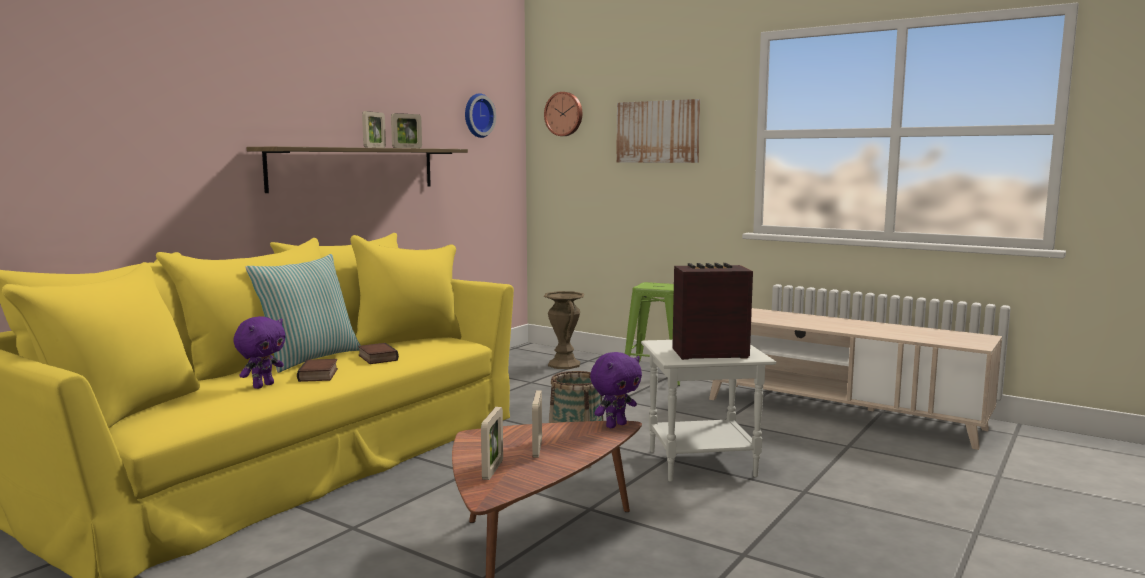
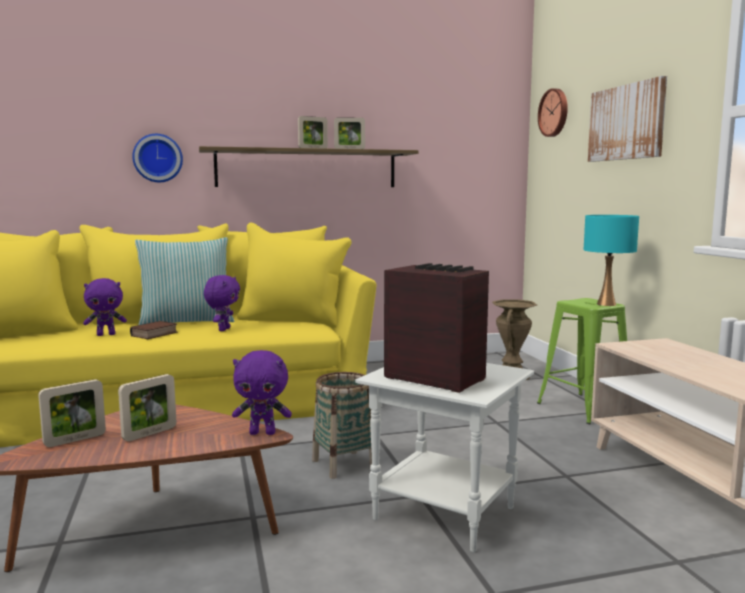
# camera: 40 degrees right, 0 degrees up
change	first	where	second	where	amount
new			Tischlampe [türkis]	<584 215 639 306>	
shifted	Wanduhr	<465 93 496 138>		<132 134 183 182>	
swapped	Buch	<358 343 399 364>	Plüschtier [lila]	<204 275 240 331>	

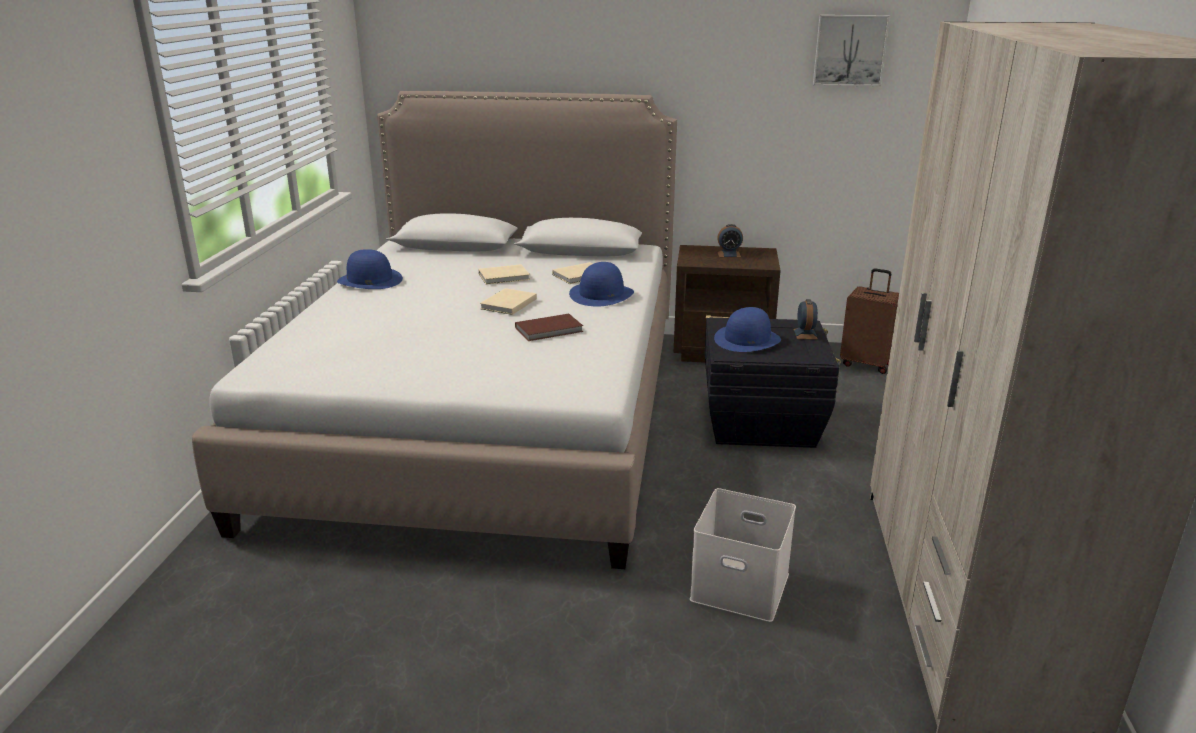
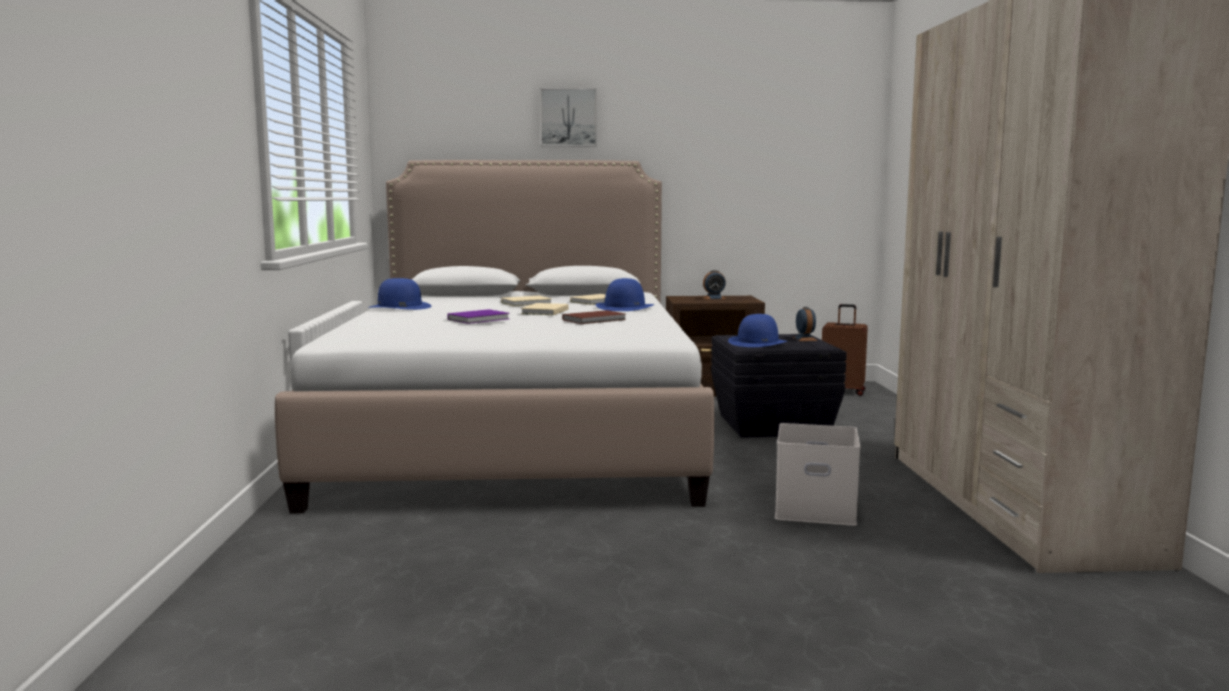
# camera: 10 degrees left, 15 degrees down
change	first	where	second	where	amount
new			Buch [lila]	<447 309 510 324>	
shifted	Bild	<813 15 890 87>		<540 88 597 146>	

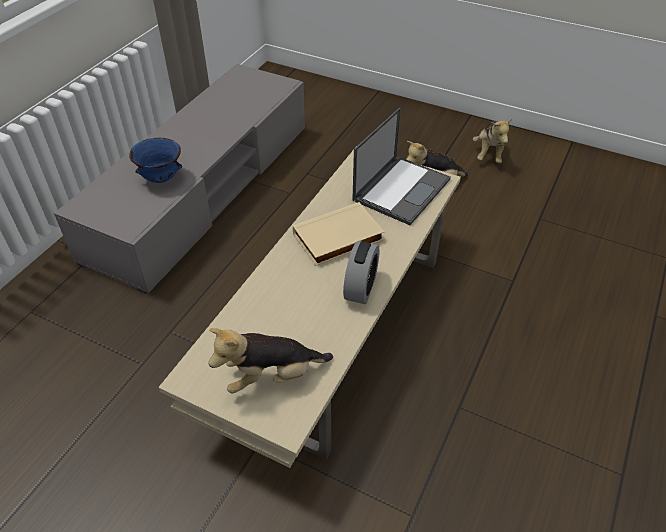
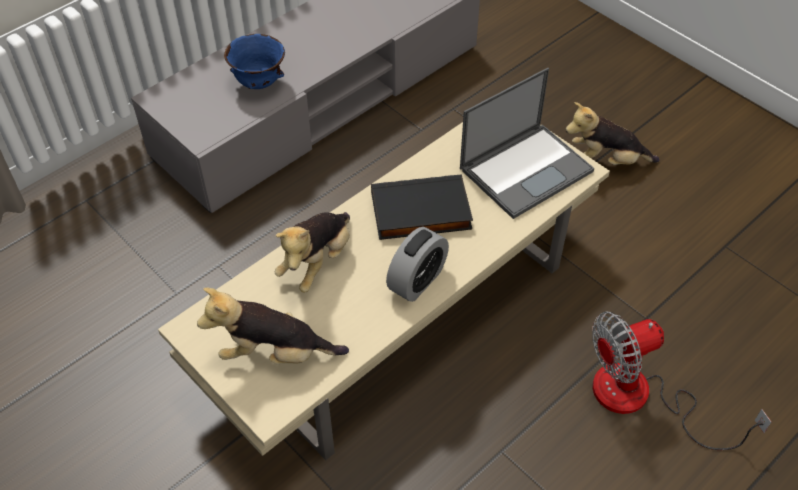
# camera: 20 degrees right, 5 degrees up
change	first	where	second	where	amount
new			Ventilator	<592 312 771 450>	
shifted	Plüschtier	<473 118 512 164>		<275 212 350 293>	
repainted	Buch [beige]	<293 202 384 266>	Buch [schwarz]	<371 174 473 240>	

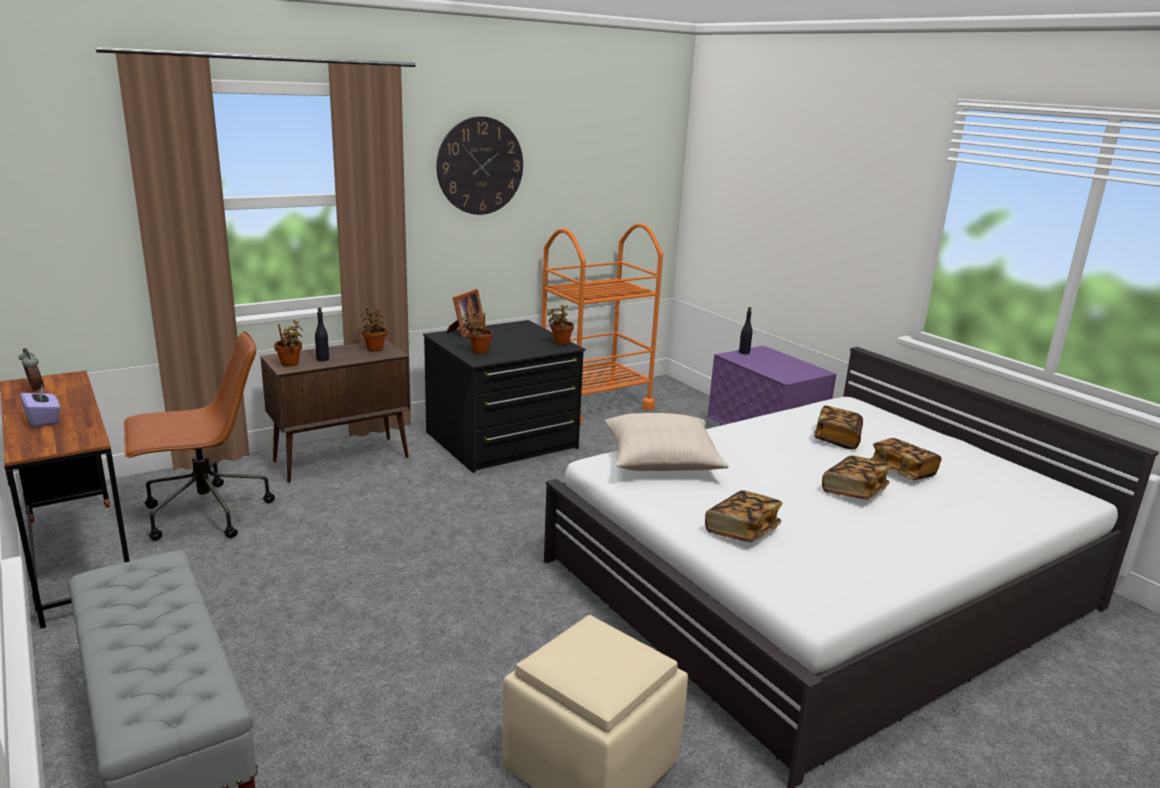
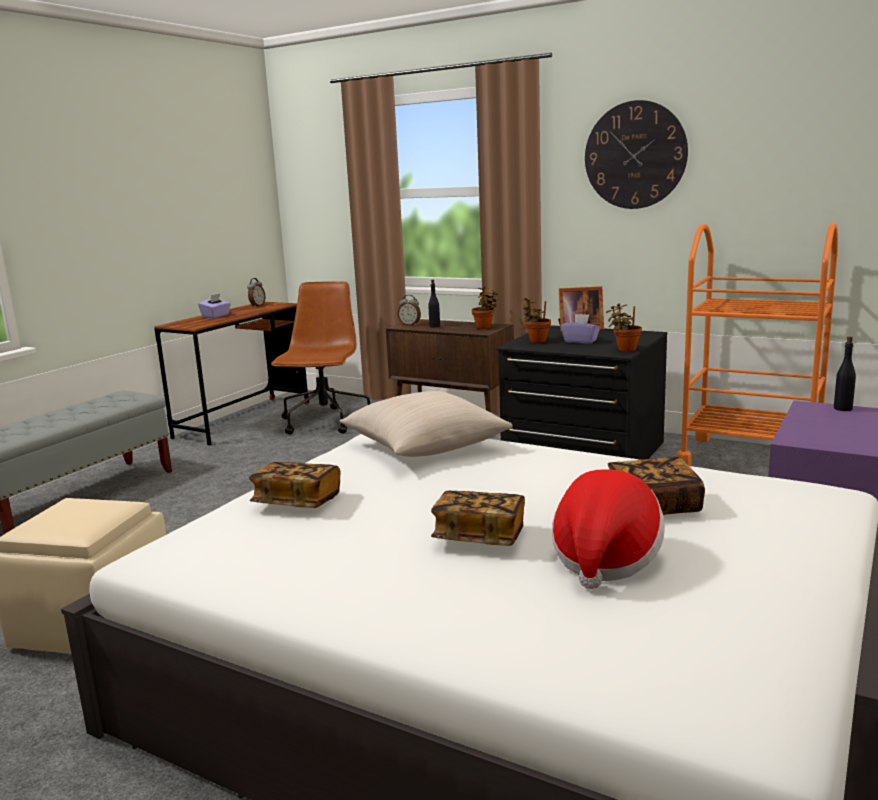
# camera: 65 degrees right, 5 degrees down
change	first	where	second	where	amount
new			Taschentuchbox [lila]	<561 314 600 344>	
swapped	Topfpflanze	<274 320 303 366>	Wecker	<398 295 421 326>	
swapped	Buch	<870 438 941 480>	Hut	<552 469 665 589>	
rotated	Bürostuhl [braun]	<124 331 275 541>		<271 281 370 434>	120 degrees counterclockwise

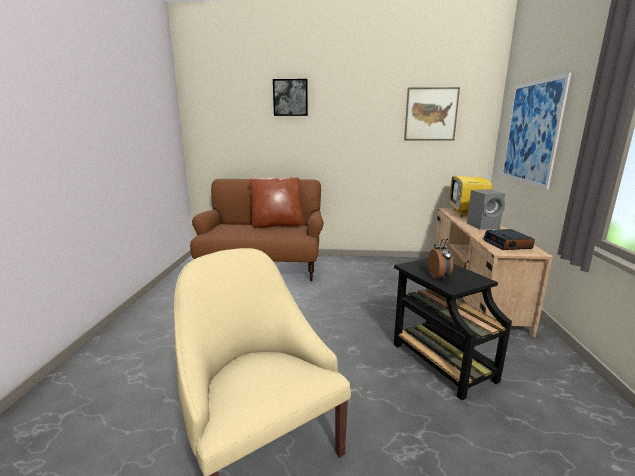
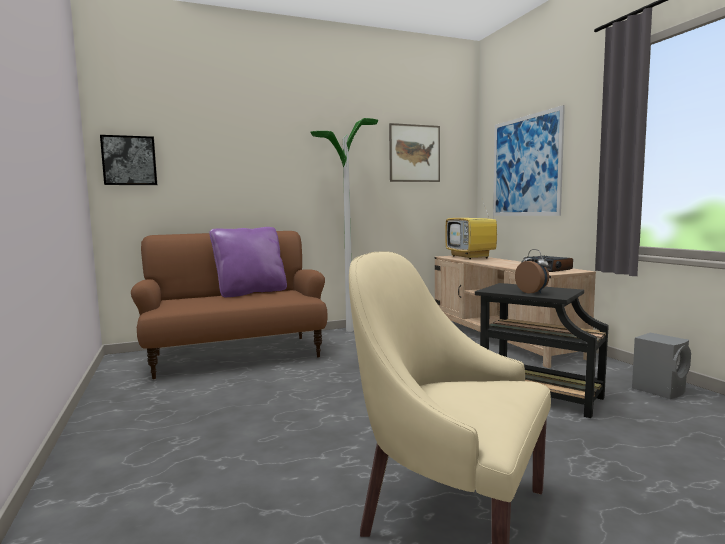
# camera: 25 degrees left, 10 degrees down
change	first	where	second	where	amount
new			Stehlampe	<310 118 378 332>	
shifted	Bild	<273 79 308 116>		<100 135 157 185>	
shifted	Lautsprecher [grau]	<467 190 505 230>		<632 333 691 399>	
repainted	Kissen [braun]	<249 177 303 228>	Kissen [lila]	<209 227 287 298>	

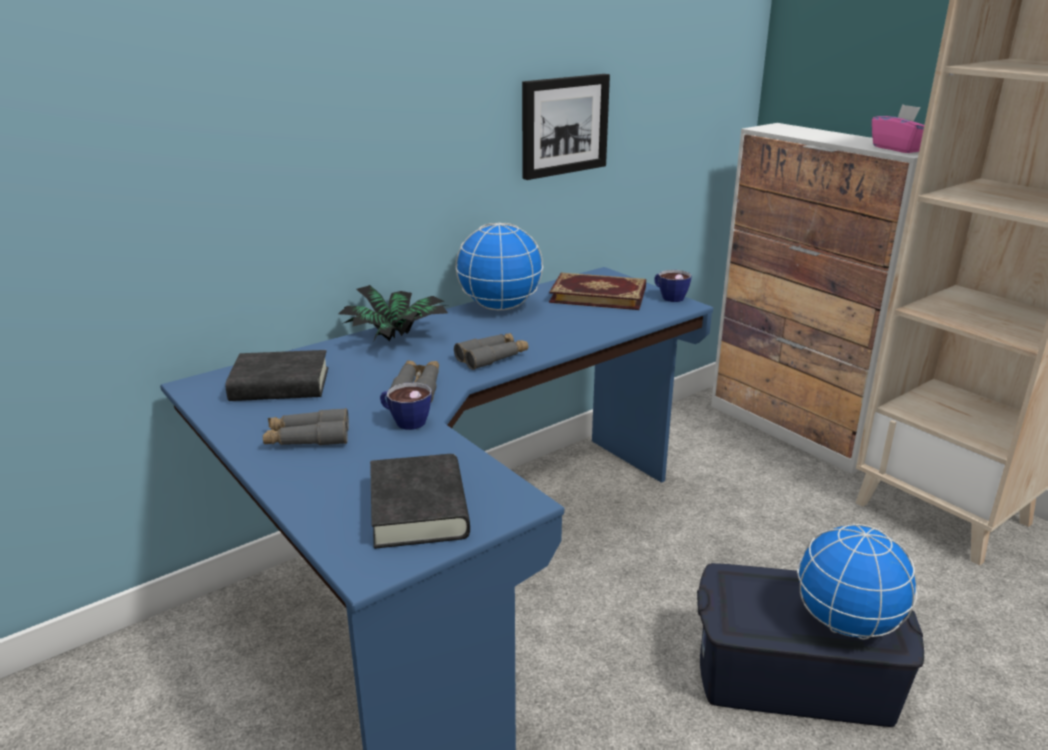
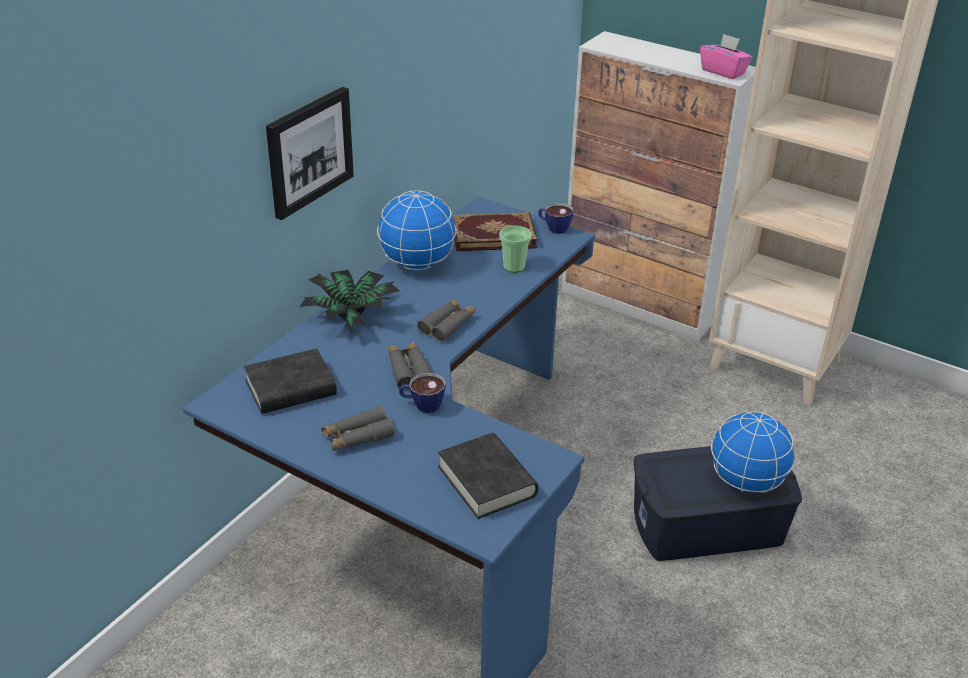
# camera: 20 degrees left, 10 degrees up
change	first	where	second	where	amount
new			Tasse	<499 226 532 273>	
shifted	Bild	<522 74 610 180>		<266 87 354 220>	

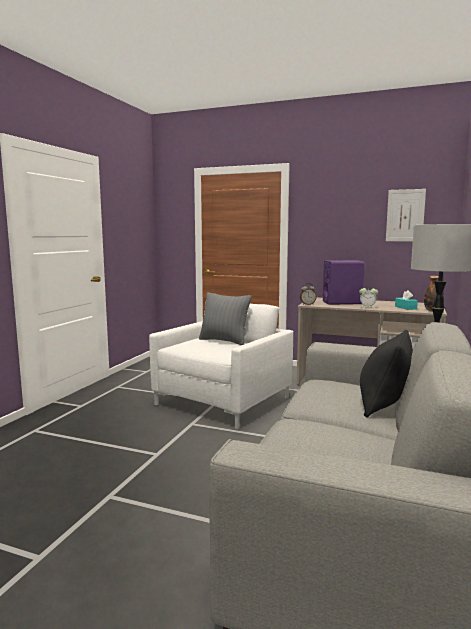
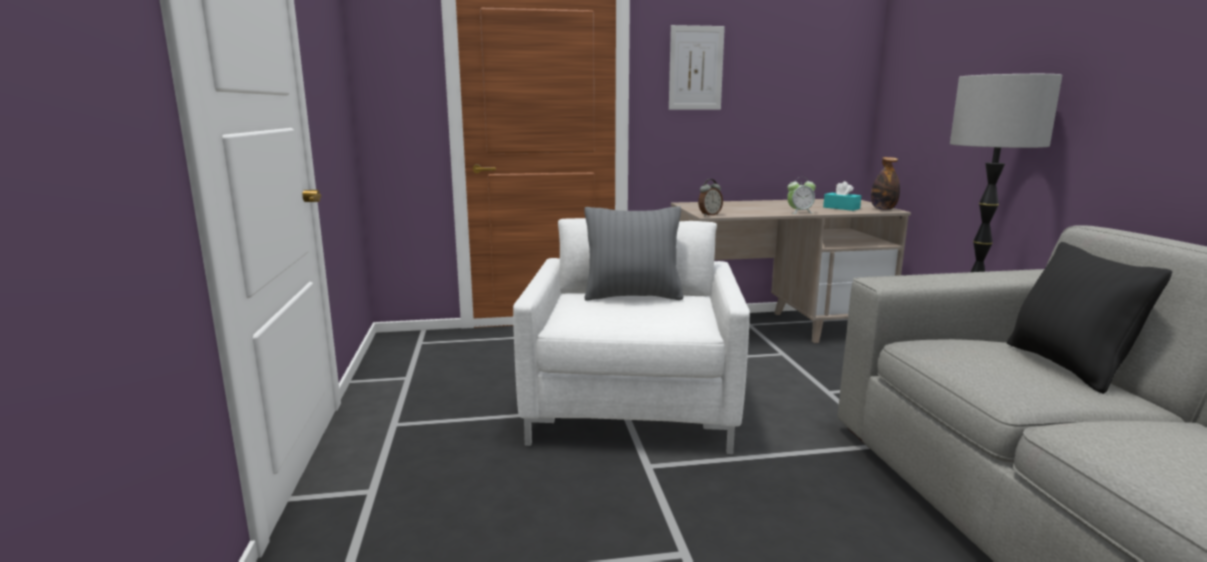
# camera: 30 degrees left, 5 degrees up
change	first	where	second	where	amount
gone	Lautsprecher [lila]	<323 260 365 305>			
shifted	Bild	<386 189 426 241>		<669 25 725 110>	

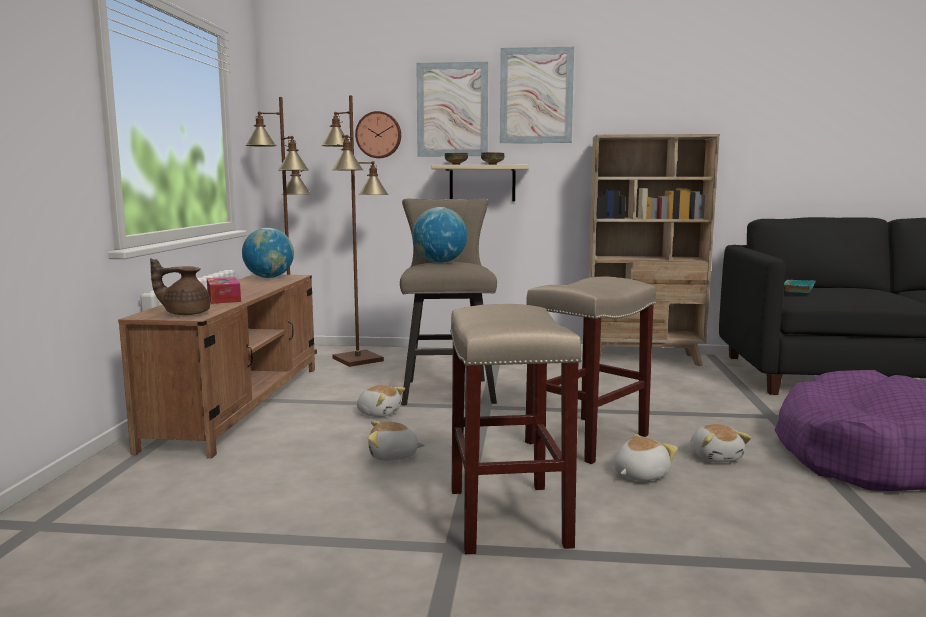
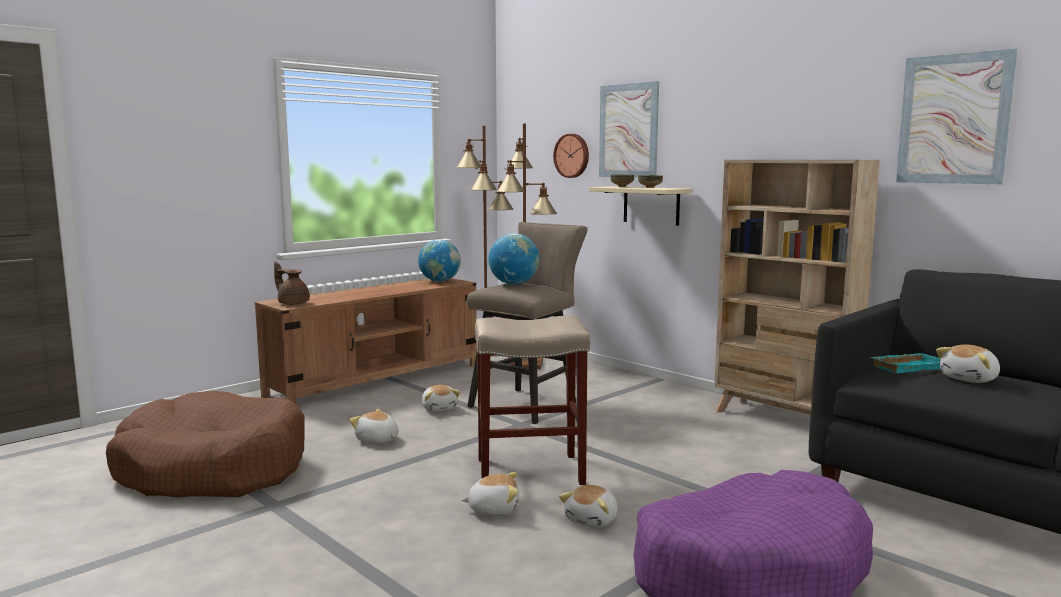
# camera: 40 degrees right, 0 degrees up
change	first	where	second	where	amount
gone	Taschentuchbox	<207 277 241 304>			
gone	Hocker [beige]	<450 304 582 554>			
new			Hundebett [braun]	<106 391 305 498>	
new			Plüschtier	<936 345 1000 383>	
shifted	Bild	<500 47 574 143>		<896 49 1018 184>	

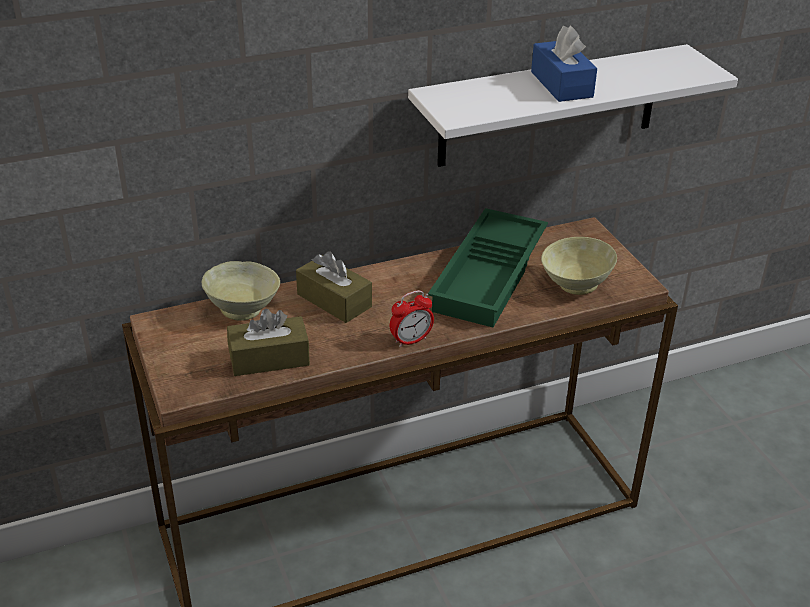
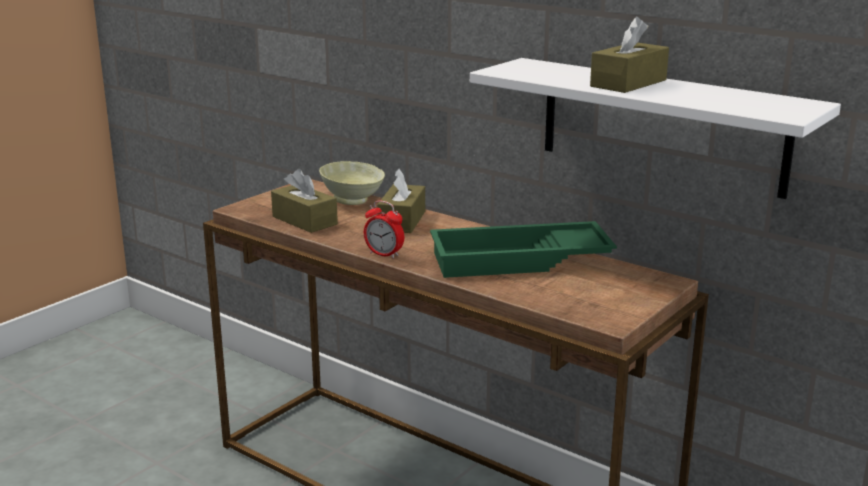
# camera: 60 degrees right, 15 degrees down
change	first	where	second	where	amount
gone	Schüssel [beige]	<541 237 617 295>			
repainted	Taschentuchbox [blau]	<531 26 597 102>	Taschentuchbox [braun]	<590 17 669 93>	

